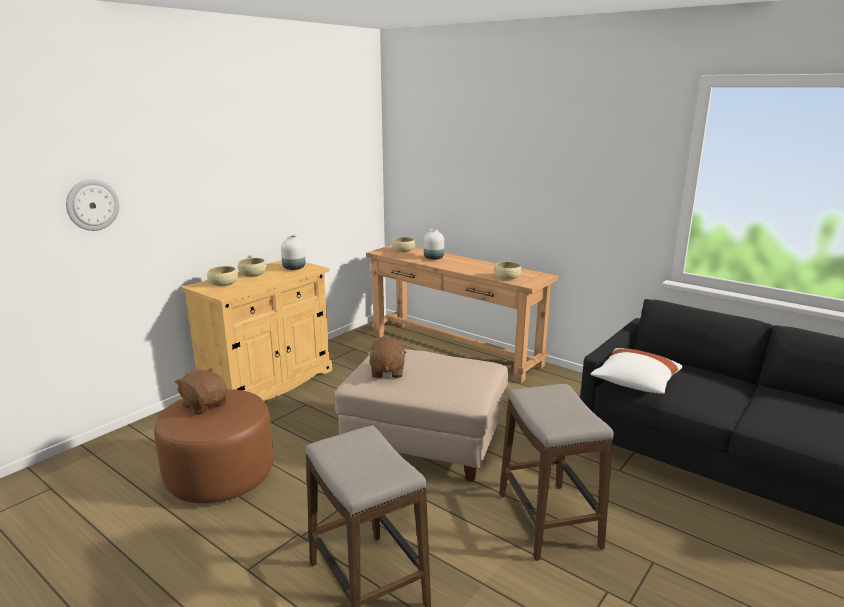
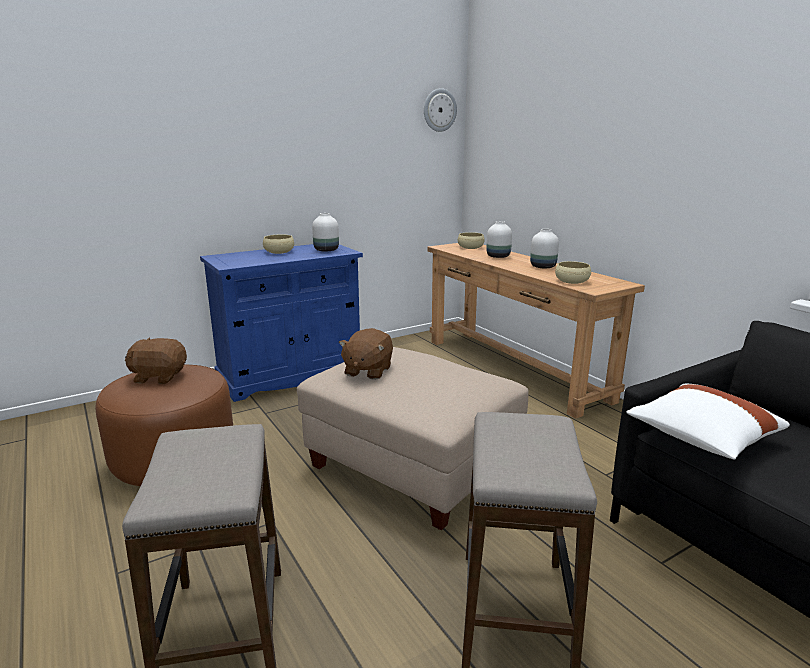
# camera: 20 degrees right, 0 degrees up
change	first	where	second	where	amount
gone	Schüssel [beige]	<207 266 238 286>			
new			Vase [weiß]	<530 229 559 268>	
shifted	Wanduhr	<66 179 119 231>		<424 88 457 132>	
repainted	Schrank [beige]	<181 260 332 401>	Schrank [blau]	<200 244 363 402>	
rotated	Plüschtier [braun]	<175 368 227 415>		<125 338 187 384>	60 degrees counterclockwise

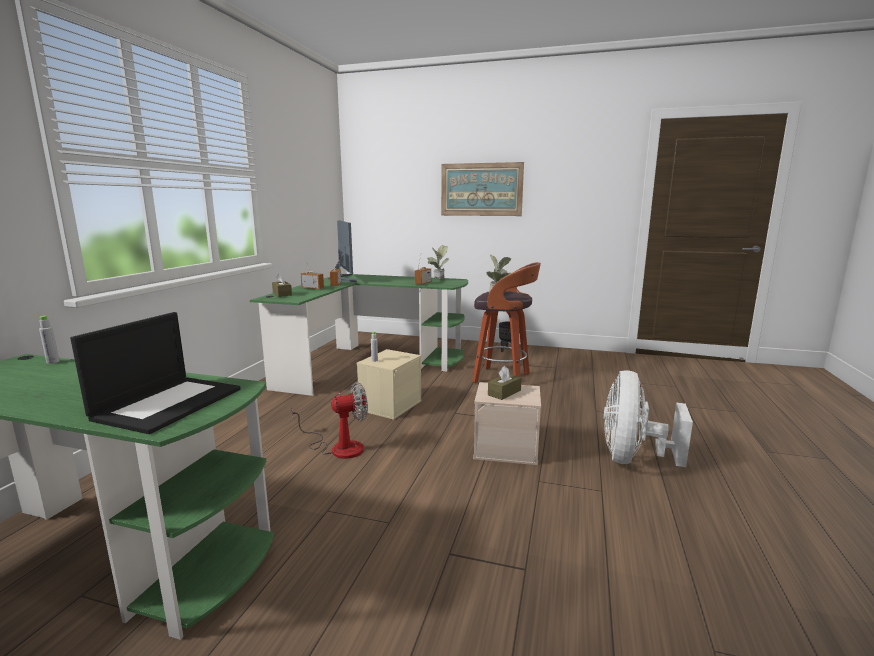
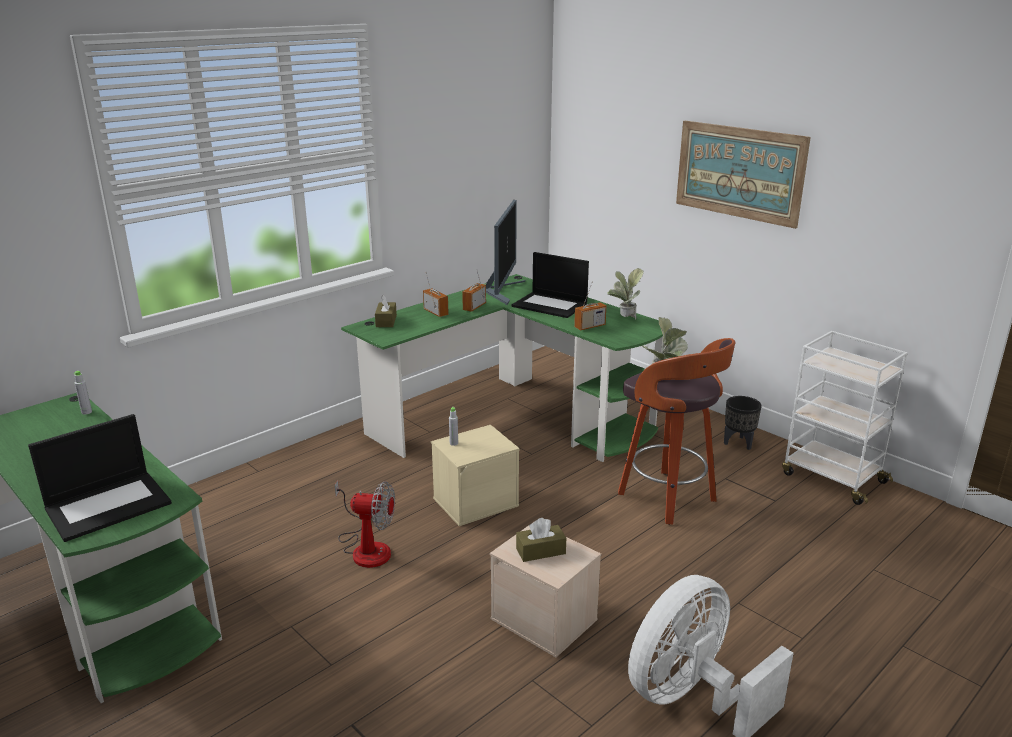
# camera: 30 degrees right, 10 degrees up
change	first	where	second	where	amount
new			Laptop	<512 252 589 318>	
new			Rollwagen [weiß]	<782 331 908 505>	

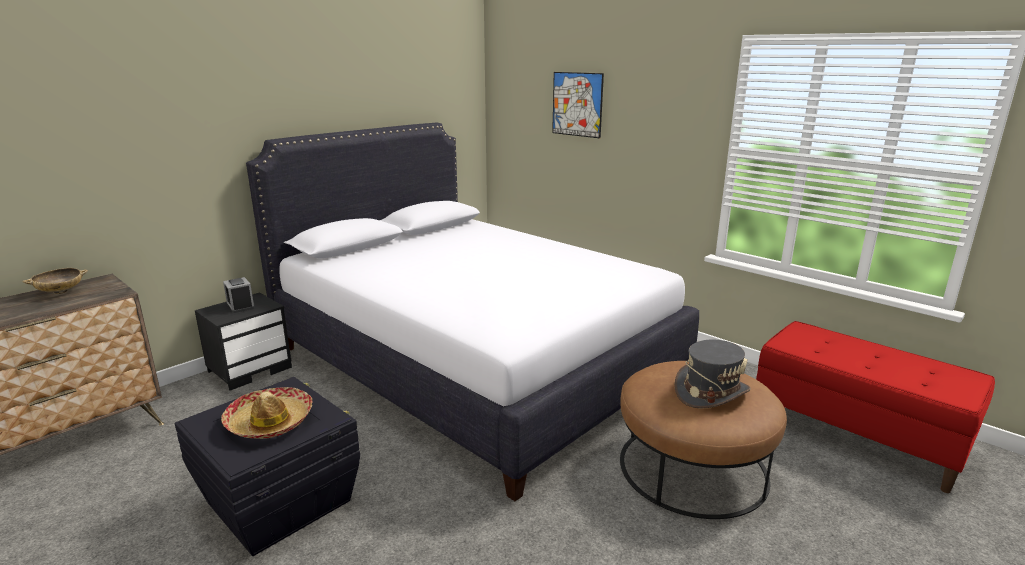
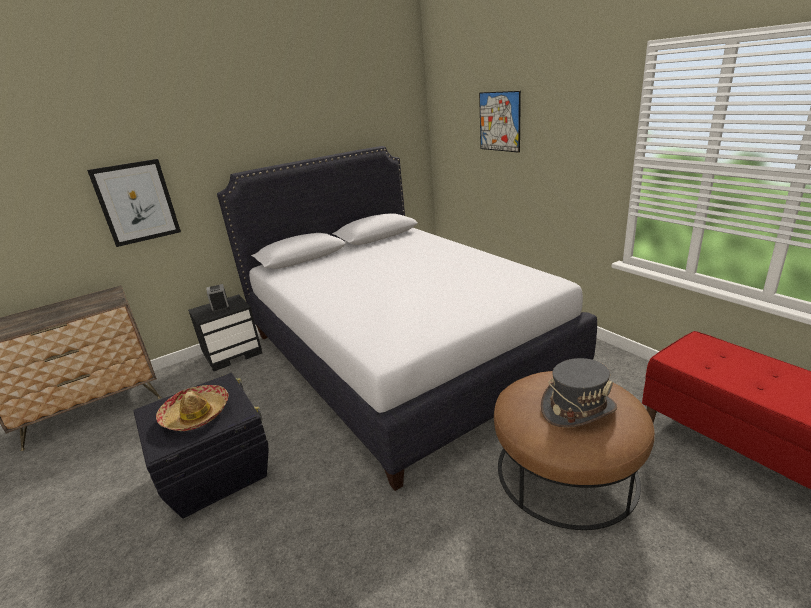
# camera: 15 degrees right, 5 degrees up
change	first	where	second	where	amount
gone	Schüssel [beige]	<23 268 88 294>			
new			Bild	<87 159 181 247>	

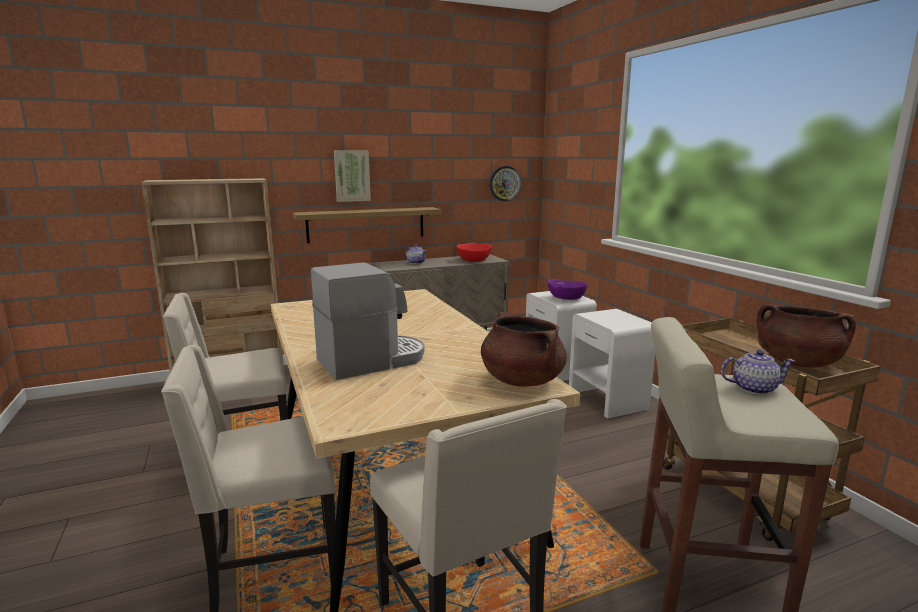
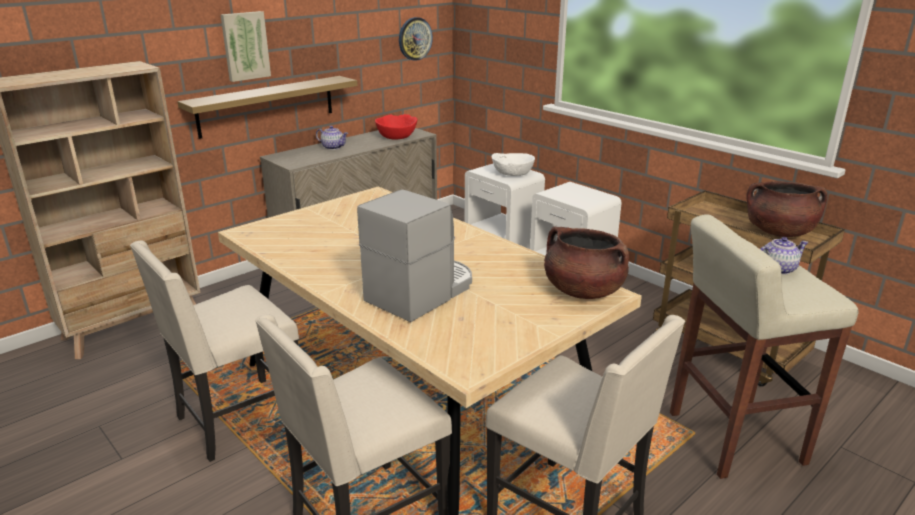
# camera: 20 degrees left, 10 degrees up
change	first	where	second	where	amount
repainted	Schüssel [lila]	<548 279 588 300>	Schüssel [weiß]	<491 153 535 176>	

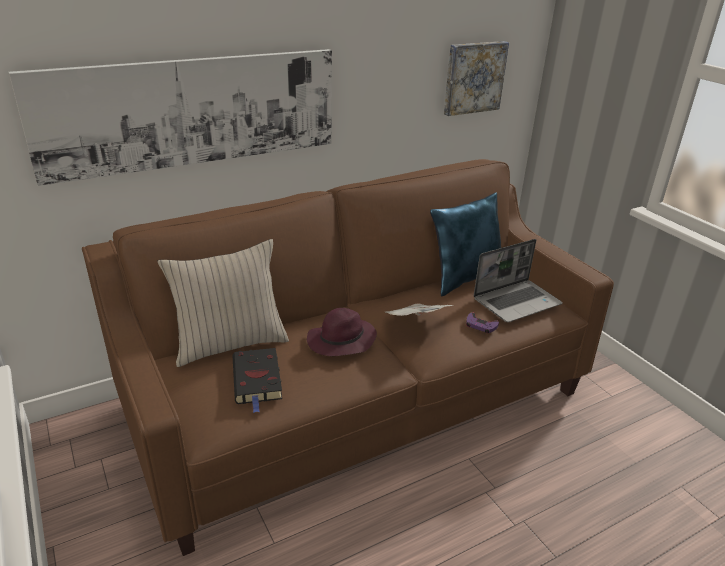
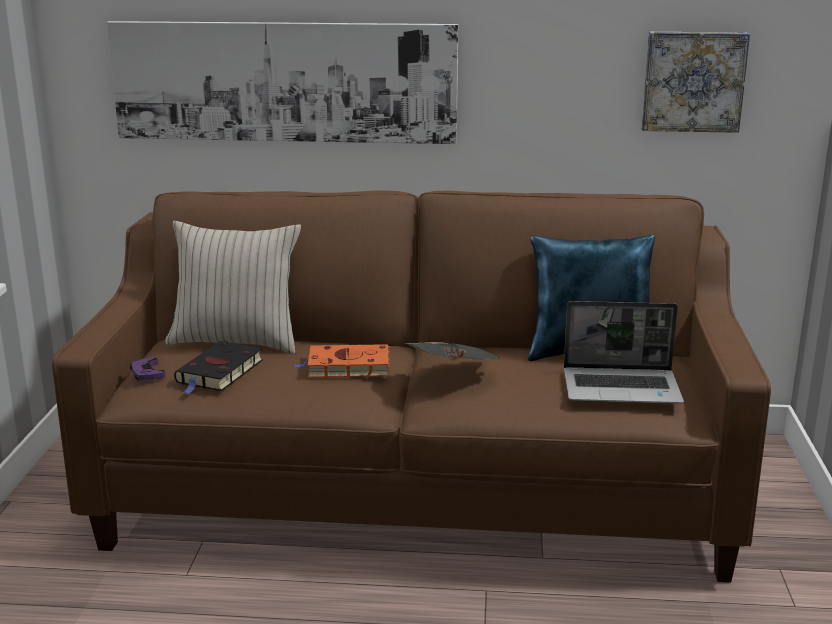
# camera: 35 degrees right, 10 degrees down
change	first	where	second	where	amount
shifted	Gamepad [lila]	<466 312 499 333>		<130 357 166 381>	
swapped	Hut [lila]	<307 308 377 356>	Buch [orange]	<293 344 390 378>	

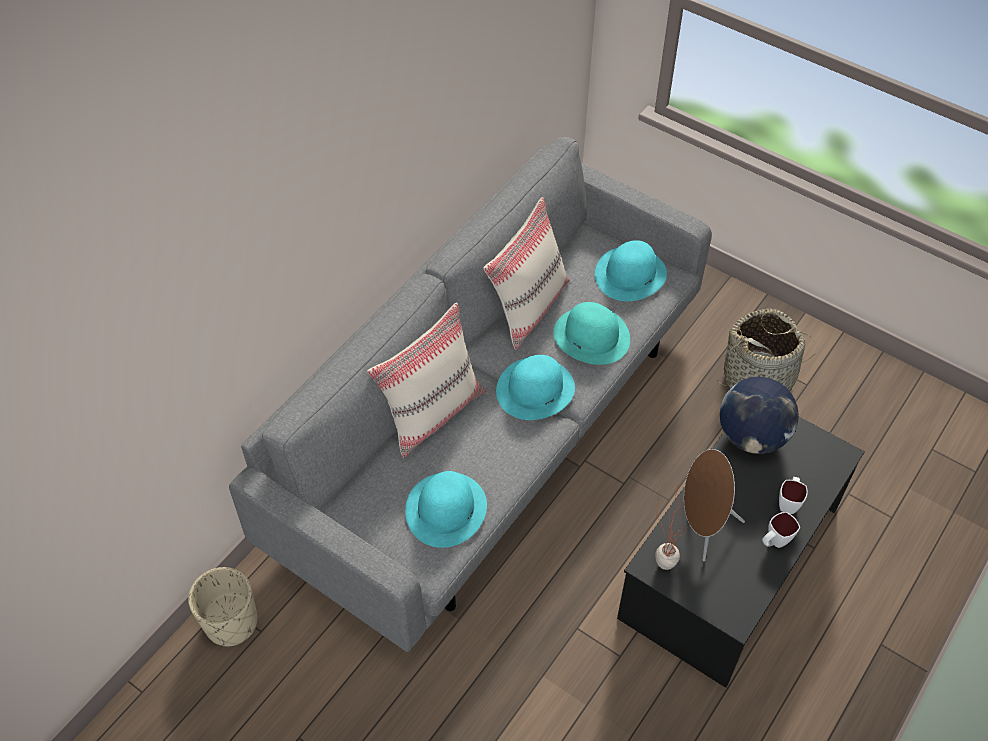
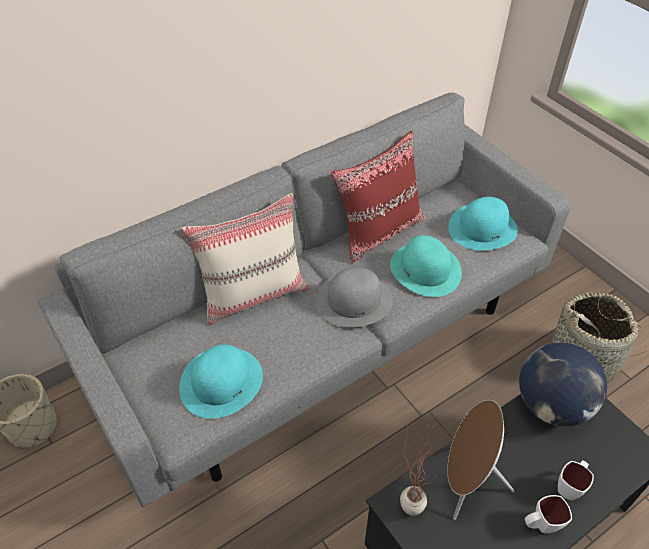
# camera: 20 degrees right, 5 degrees down
change	first	where	second	where	amount
repainted	Kissen [beige]	<483 197 570 350>	Kissen [rot]	<331 131 425 263>	
repainted	Hut [türkis]	<496 355 575 420>	Hut [grau]	<315 267 393 327>	

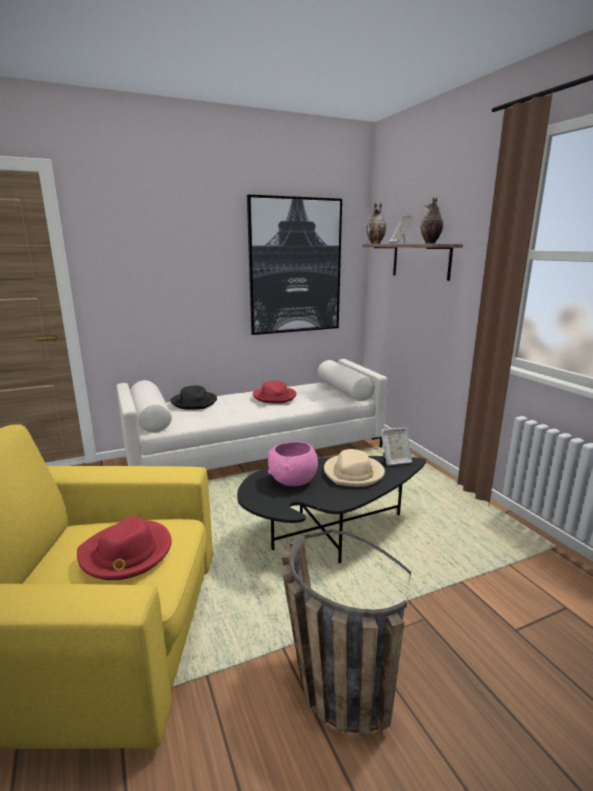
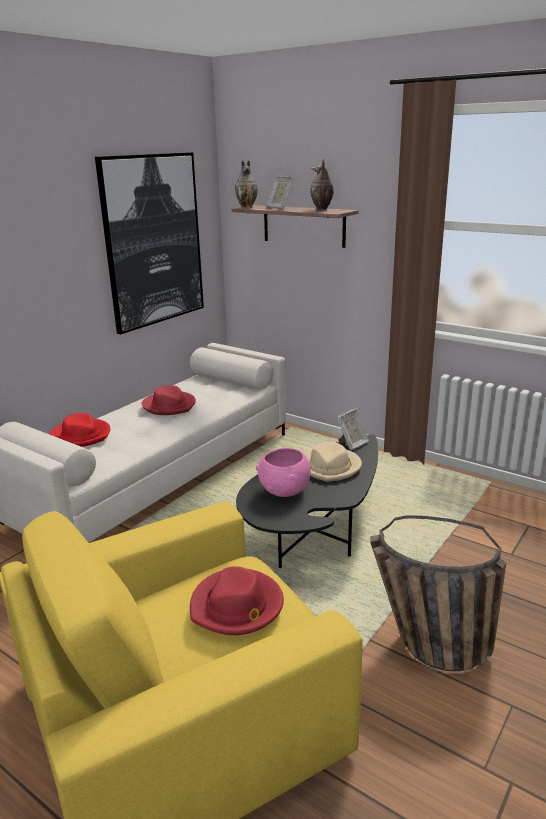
# camera: 30 degrees left, 5 degrees up
change	first	where	second	where	amount
repainted	Hut [schwarz]	<170 385 217 410>	Hut [rot]	<49 413 110 447>	

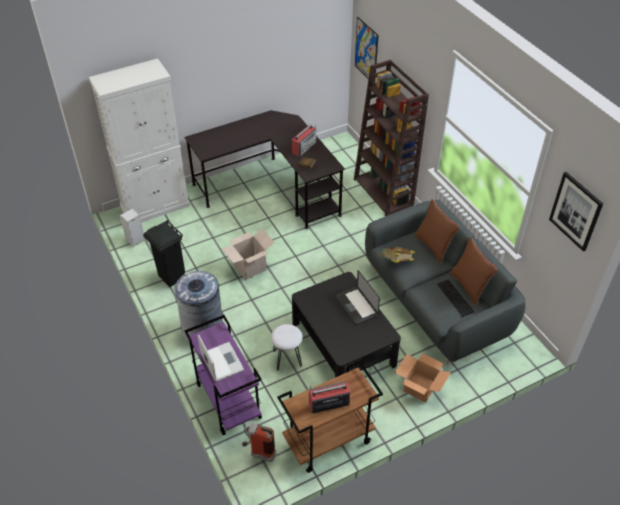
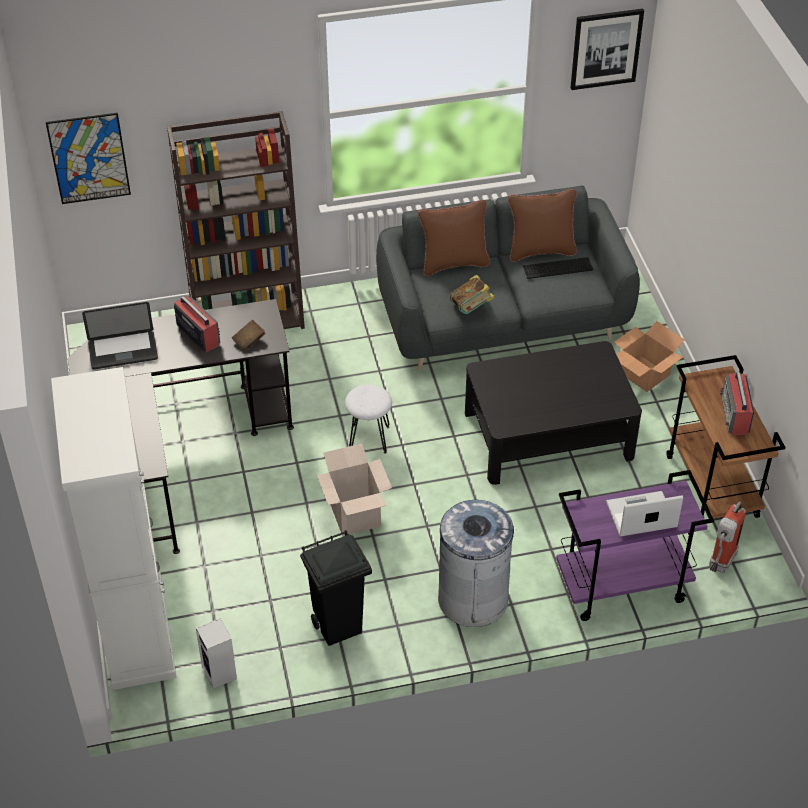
# camera: 75 degrees left, 0 degrees up
change	first	where	second	where	amount
shifted	Hocker [weiß]	<271 324 303 370>		<345 385 392 454>	
shifted	Laptop	<335 270 380 325>		<82 302 158 369>	

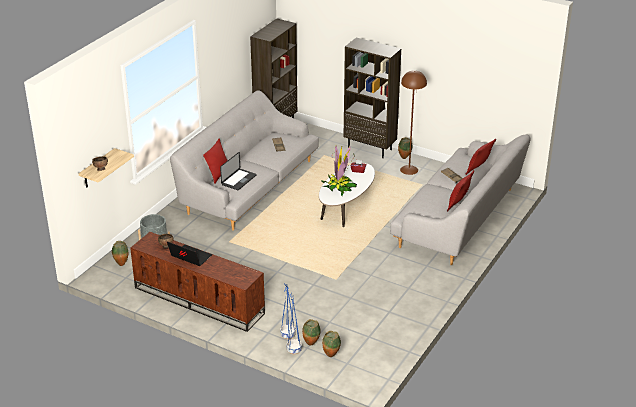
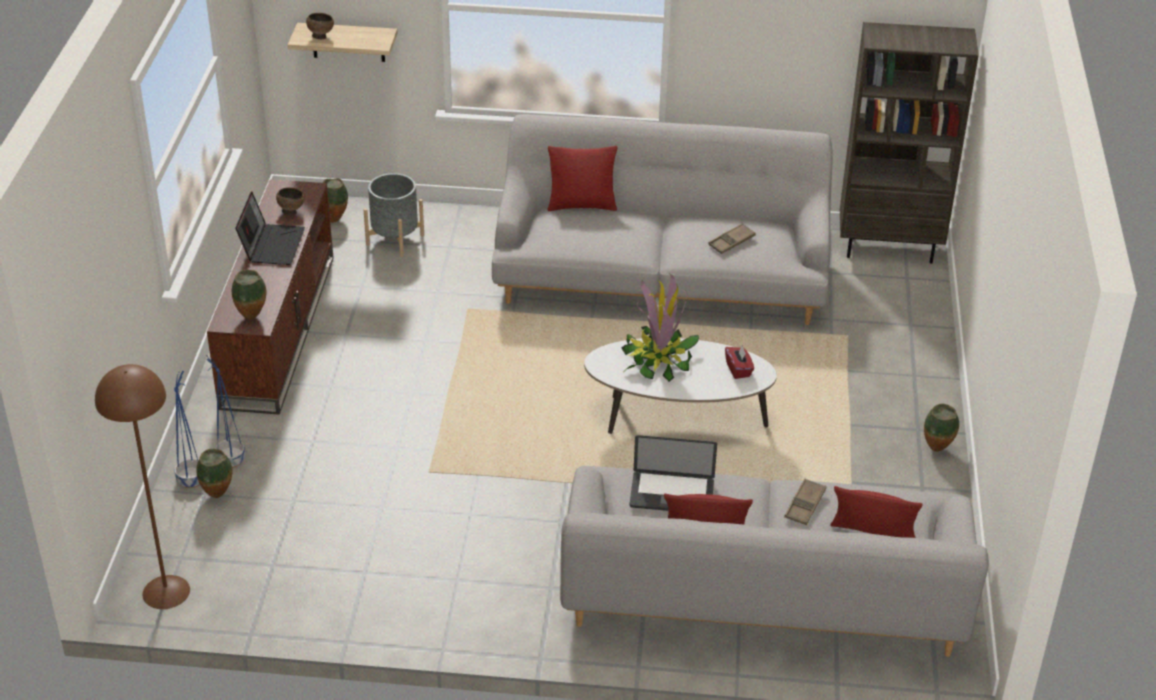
# camera: 65 degrees right, 5 degrees up
change	first	where	second	where	amount
gone	Bücherregal [braun]	<343 38 401 158>			
shifted	Laptop	<220 152 256 190>		<629 435 717 511>	
shifted	Vase	<322 331 341 357>		<232 270 266 320>	
shifted	Stehlampe [braun]	<400 70 427 175>		<95 364 190 609>	

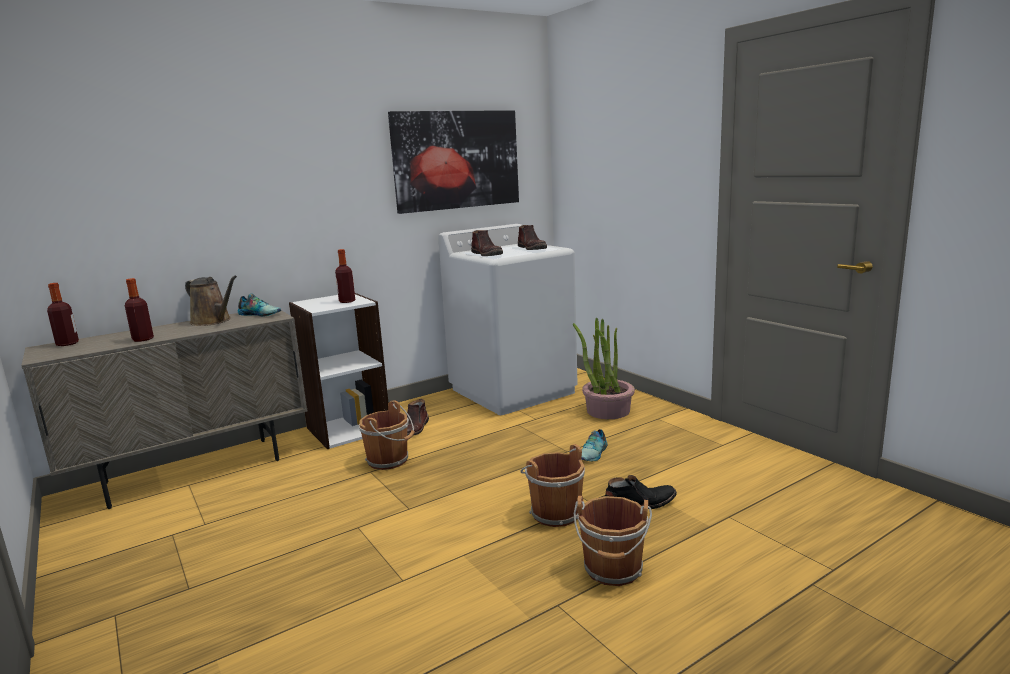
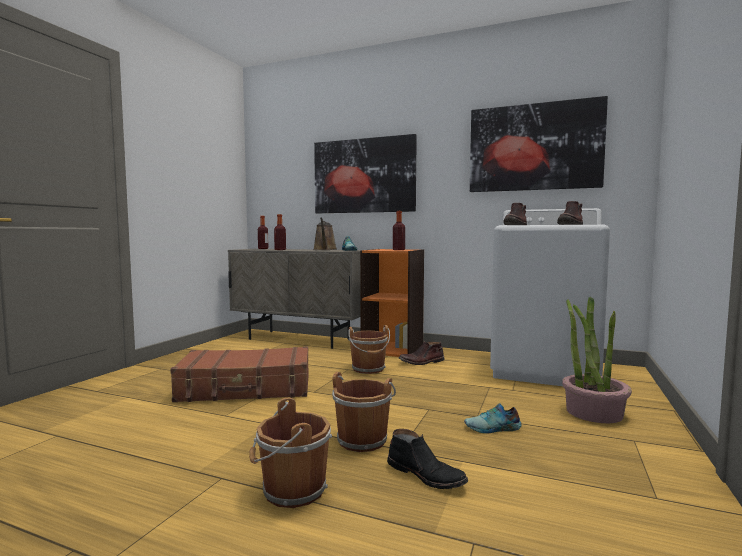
# camera: 55 degrees right, 10 degrees down
change	first	where	second	where	amount
new			Koffer [braun]	<170 346 309 402>	
new			Bild	<314 134 417 213>	
repainted	Bücherregal [weiß]	<289 293 388 449>	Bücherregal [orange]	<360 249 424 357>	

